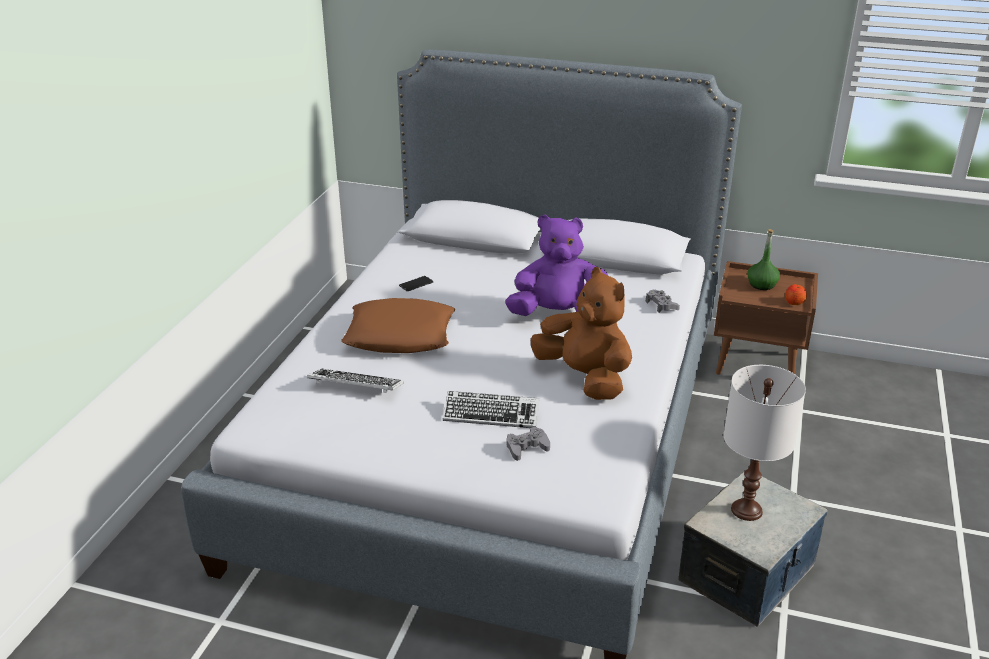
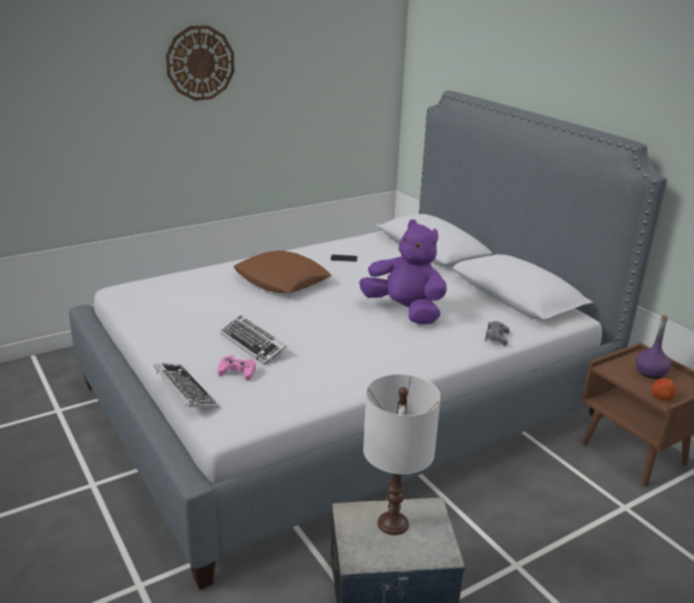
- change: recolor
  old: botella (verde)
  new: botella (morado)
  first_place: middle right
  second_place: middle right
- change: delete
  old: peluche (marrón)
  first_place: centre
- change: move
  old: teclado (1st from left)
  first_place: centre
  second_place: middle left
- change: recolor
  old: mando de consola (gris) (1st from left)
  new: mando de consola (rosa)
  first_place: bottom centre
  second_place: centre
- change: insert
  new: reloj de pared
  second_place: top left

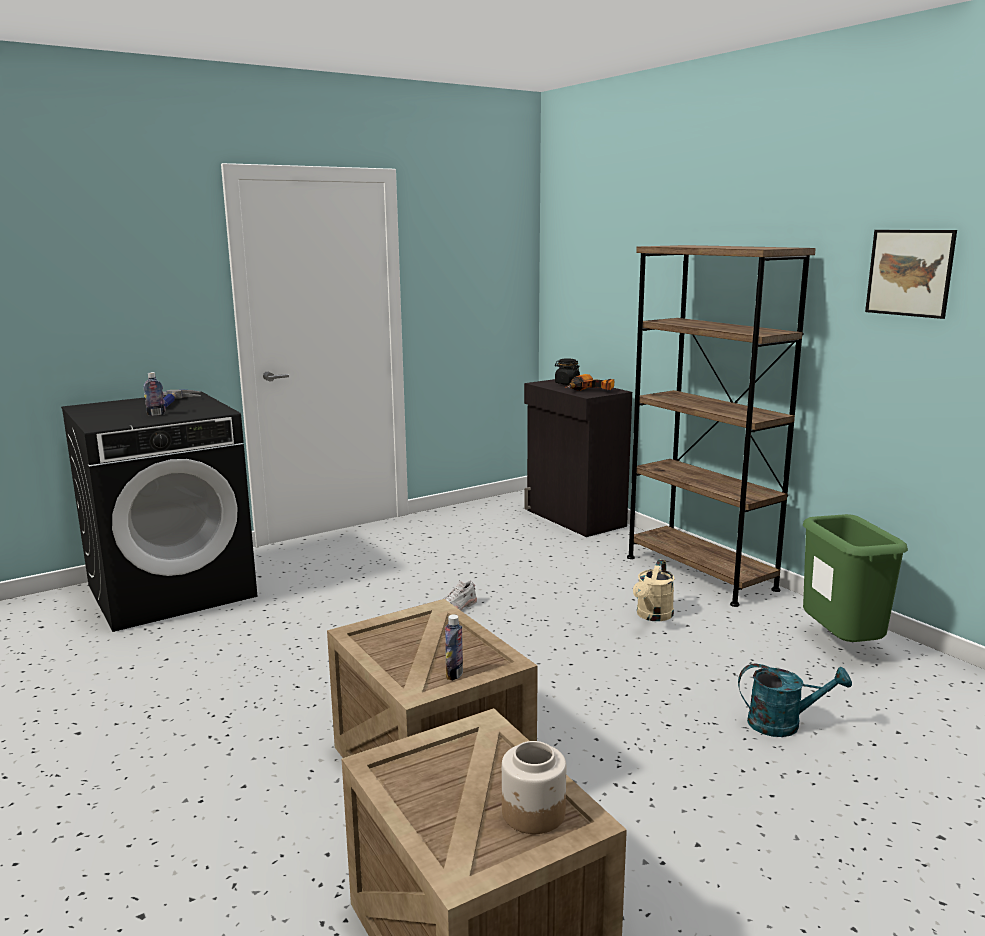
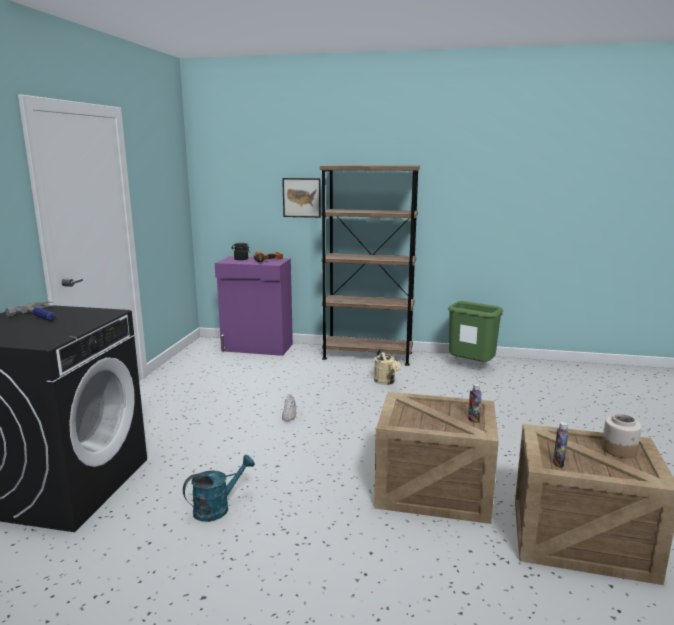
- change: move
  old: cuadro
  first_place: top right
  second_place: top centre
- change: move
  old: botella (1st from left in the first image)
  new: botella (2nd from left)
  first_place: middle left
  second_place: bottom right
- change: recolor
  old: armario (negro)
  new: armario (morado)
  first_place: centre
  second_place: centre
- change: move
  old: regadera (turquesa)
  first_place: bottom right
  second_place: bottom left

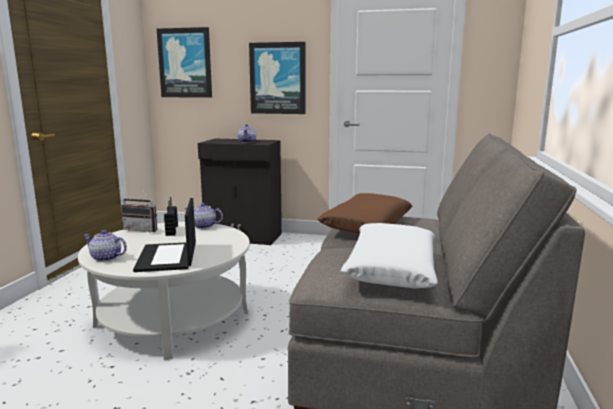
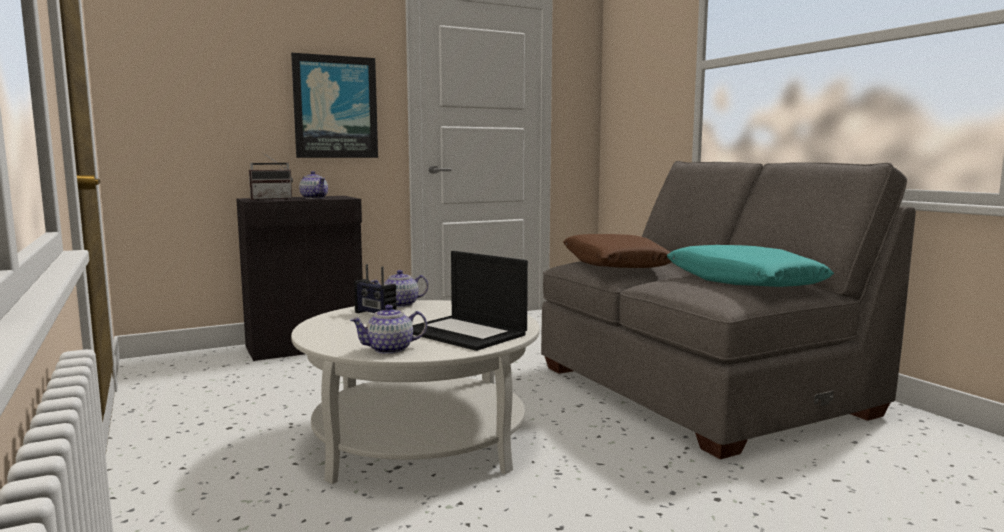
- change: delete
  old: cuadro (1st from left)
  first_place: top left
- change: move
  old: radio (1st from left)
  first_place: middle left
  second_place: top left
- change: recolor
  old: cojín (blanco)
  new: cojín (turquesa)
  first_place: centre
  second_place: middle right

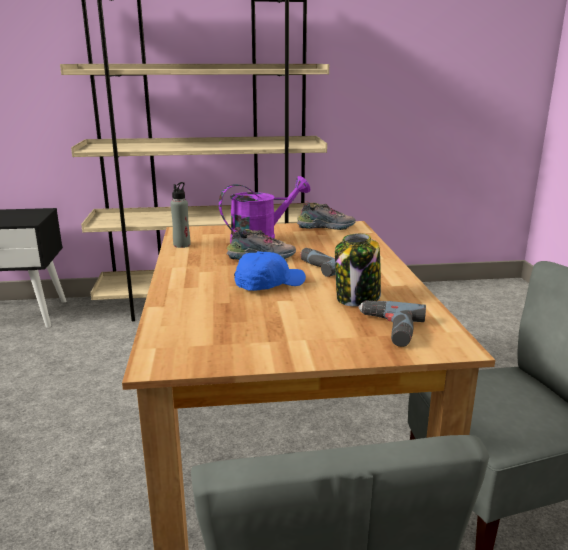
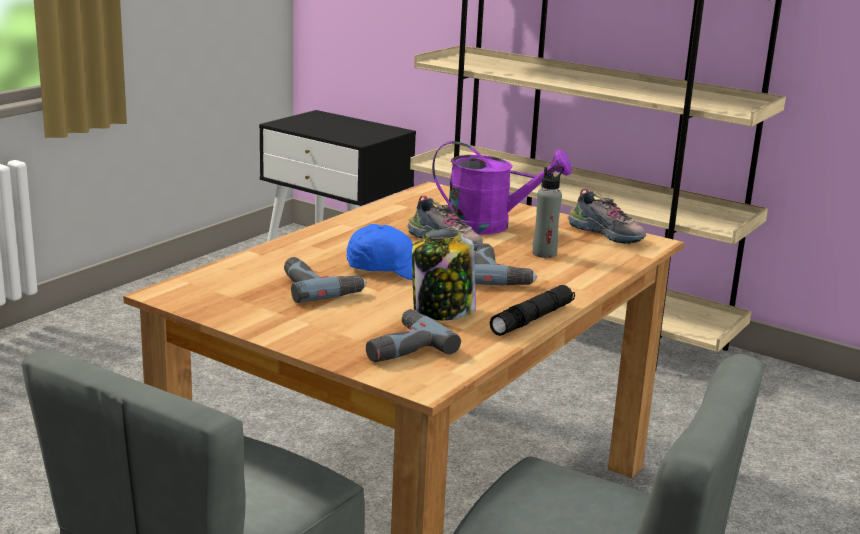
- change: move
  old: botella (gris)
  first_place: middle left
  second_place: centre
- change: insert
  new: taladro (1st from left)
  second_place: centre
- change: insert
  new: linterna (negro)
  second_place: centre

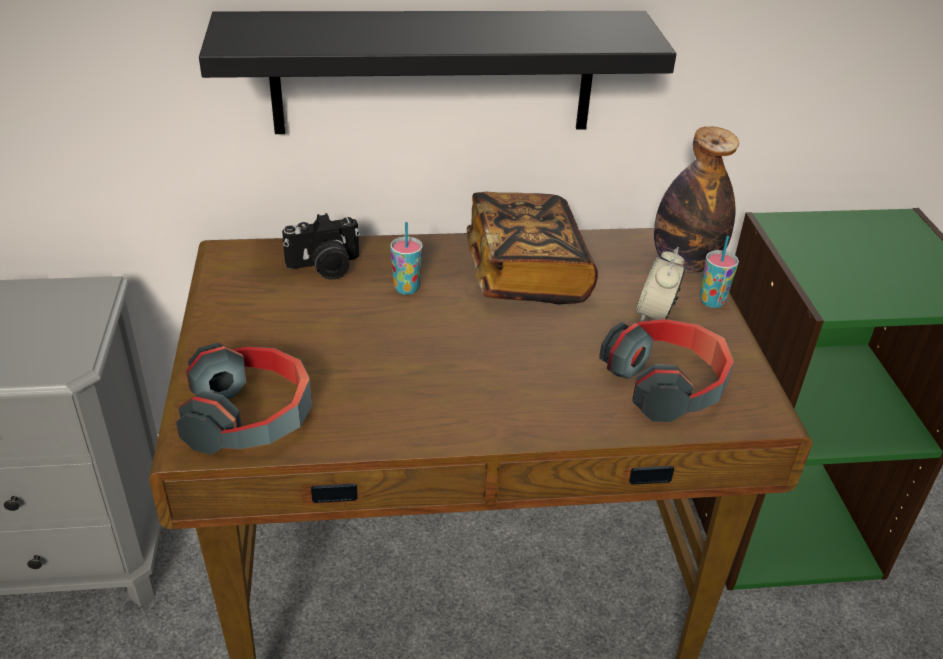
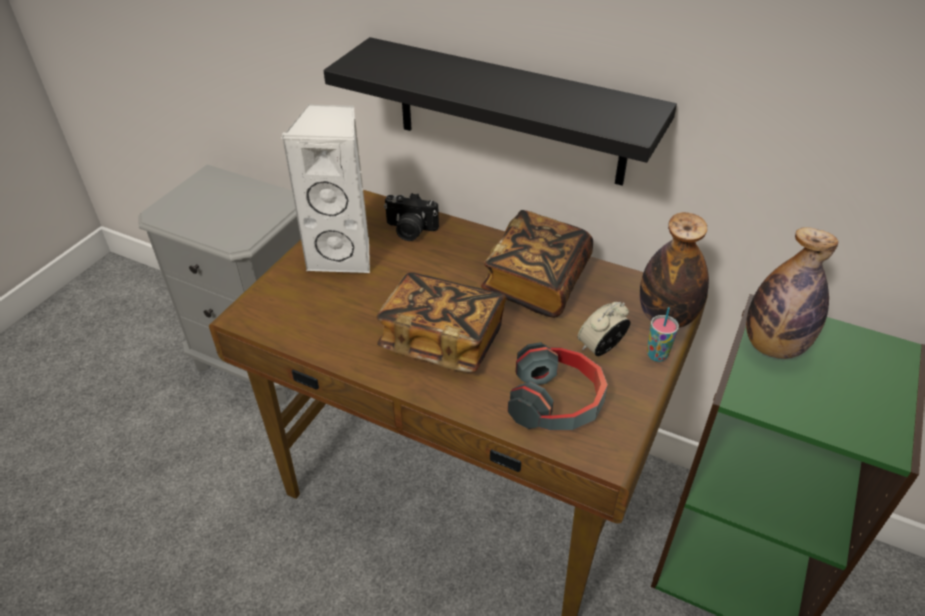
- change: delete
  old: taza (1st from left)
  first_place: centre
- change: delete
  old: auriculares (1st from left)
  first_place: middle left
- change: insert
  new: altavoz (blanco)
  second_place: top centre
- change: insert
  new: botella (2nd from left)
  second_place: middle right
- change: insert
  new: libro (1st from left)
  second_place: centre

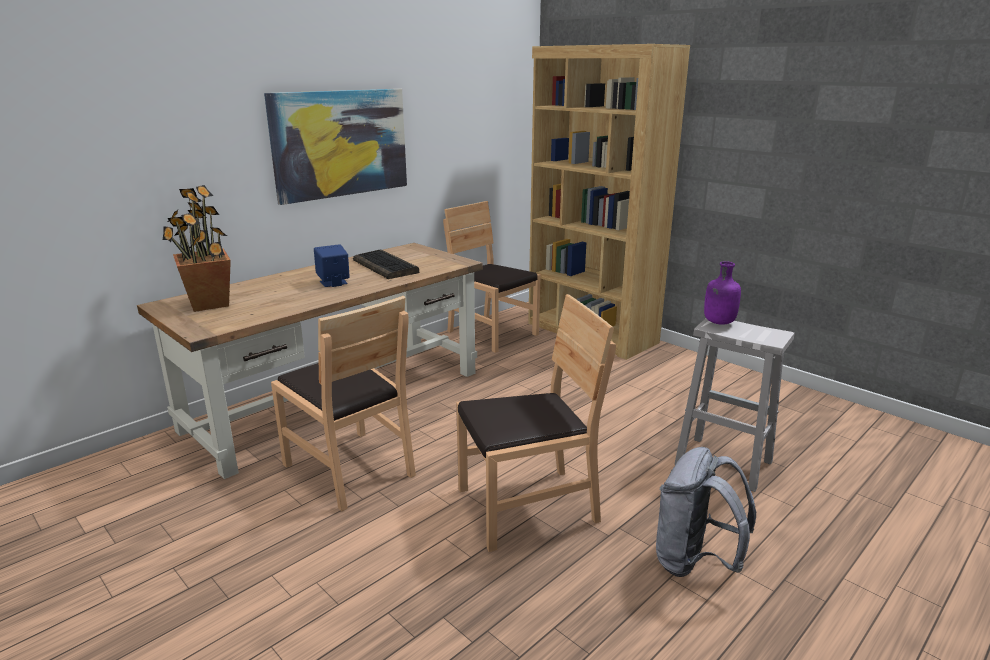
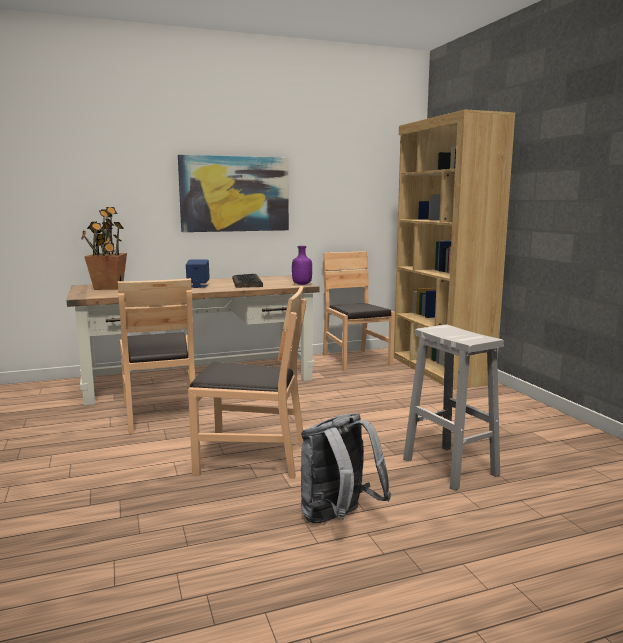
- change: move
  old: botella (morado)
  first_place: middle right
  second_place: centre

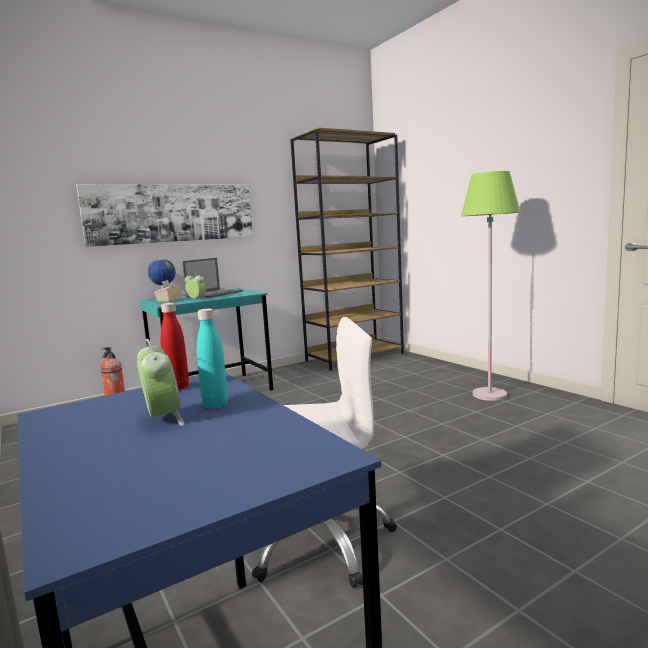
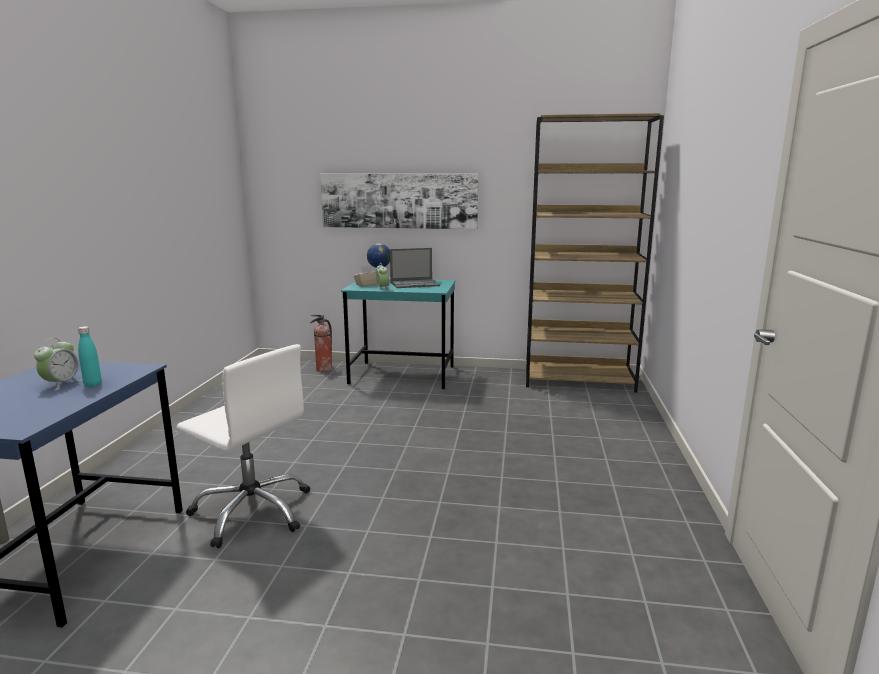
- change: delete
  old: lámpara de pie (verde)
  first_place: middle right
- change: delete
  old: botella (rojo)
  first_place: middle left

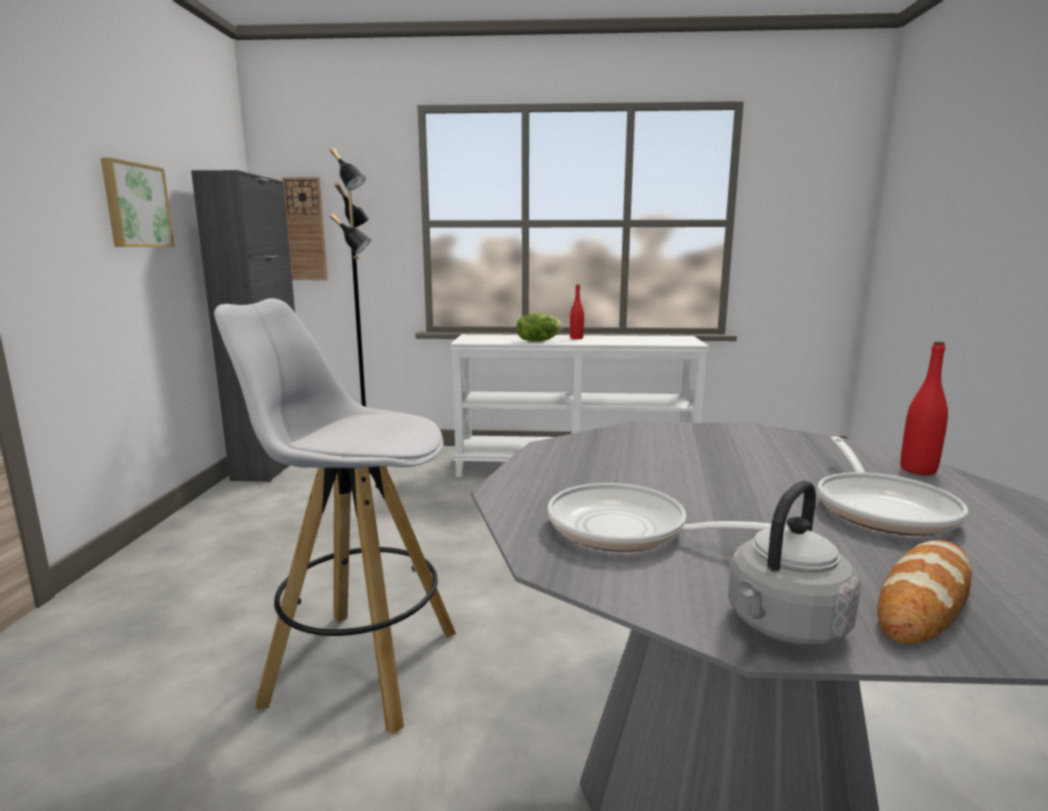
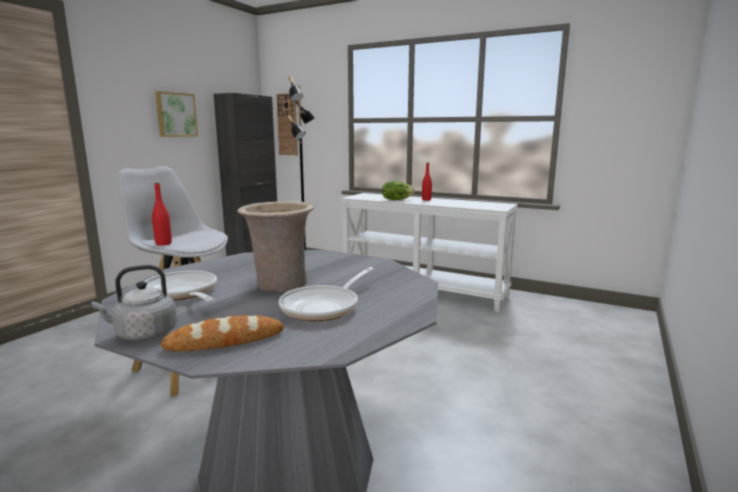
- change: move
  old: botella (rojo) (2nd from left in the first image)
  new: botella (rojo) (1st from left)
  first_place: middle right
  second_place: middle left
- change: insert
  new: florero (beis)
  second_place: centre

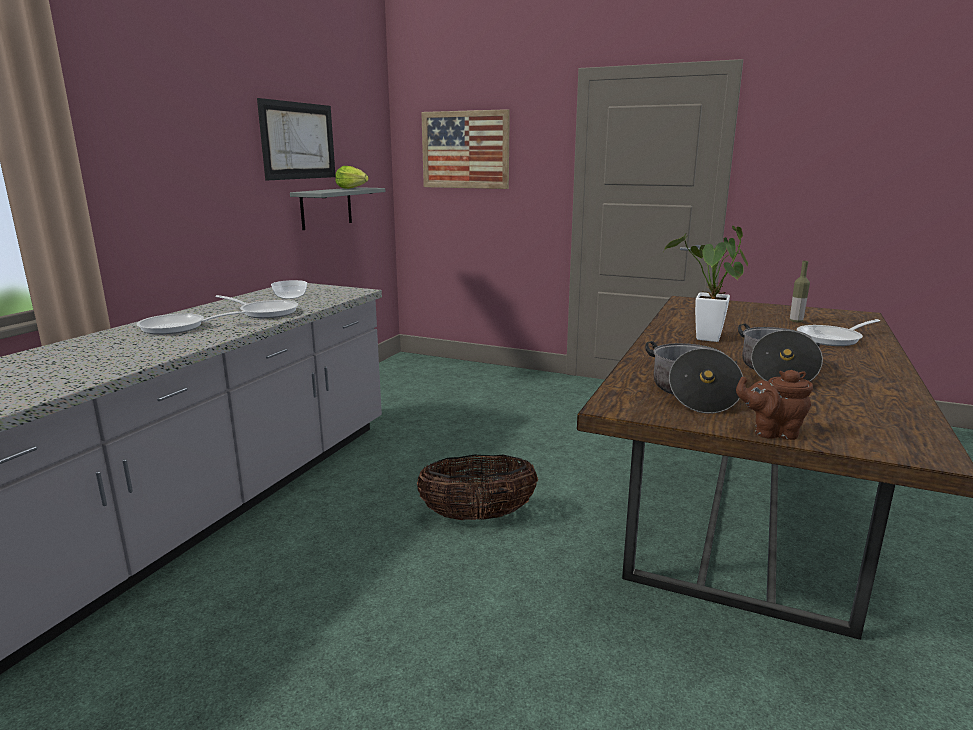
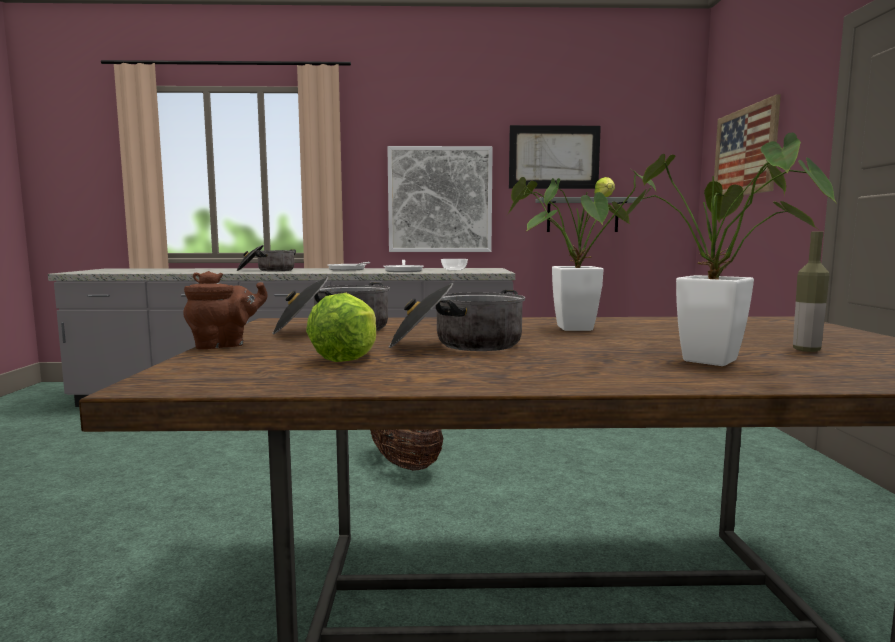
- change: replace
  old: sartén (3rd from left)
  new: planta en maceta (2nd from left)
  first_place: middle right
  second_place: middle right
- change: rotate
  old: tetera (marrón)
  first_place: middle right
  second_place: middle left
  degrees: 75
- change: insert
  new: cuadro (1st from left)
  second_place: top centre
- change: insert
  new: olla (1st from left)
  second_place: middle left
- change: insert
  new: lechuga (1st from left)
  second_place: centre

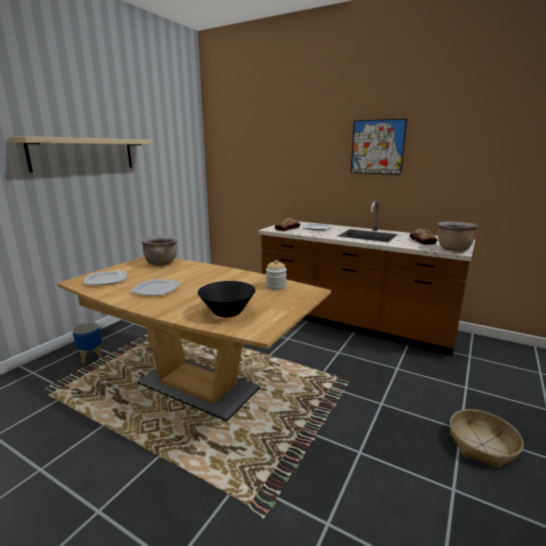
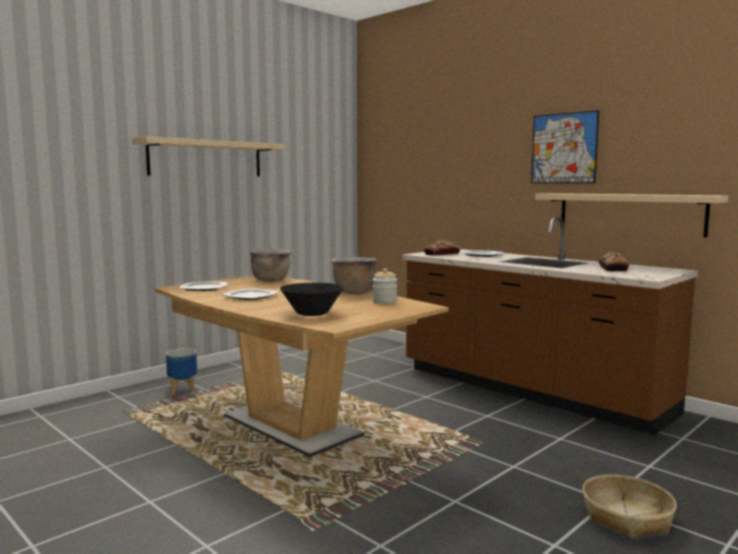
- change: move
  old: olla (marrón) (2nd from left)
  first_place: middle right
  second_place: centre
- change: insert
  new: estante (beis) (2nd from left)
  second_place: middle right

